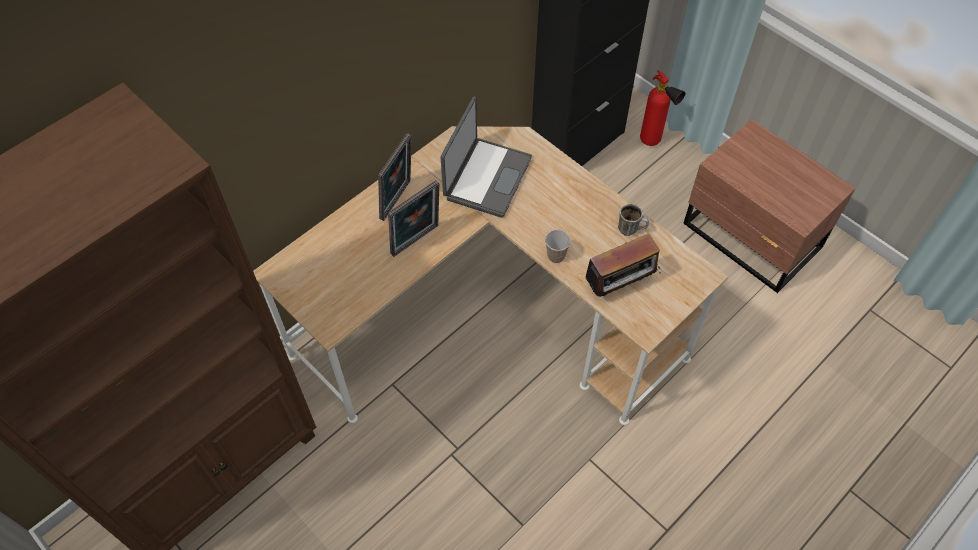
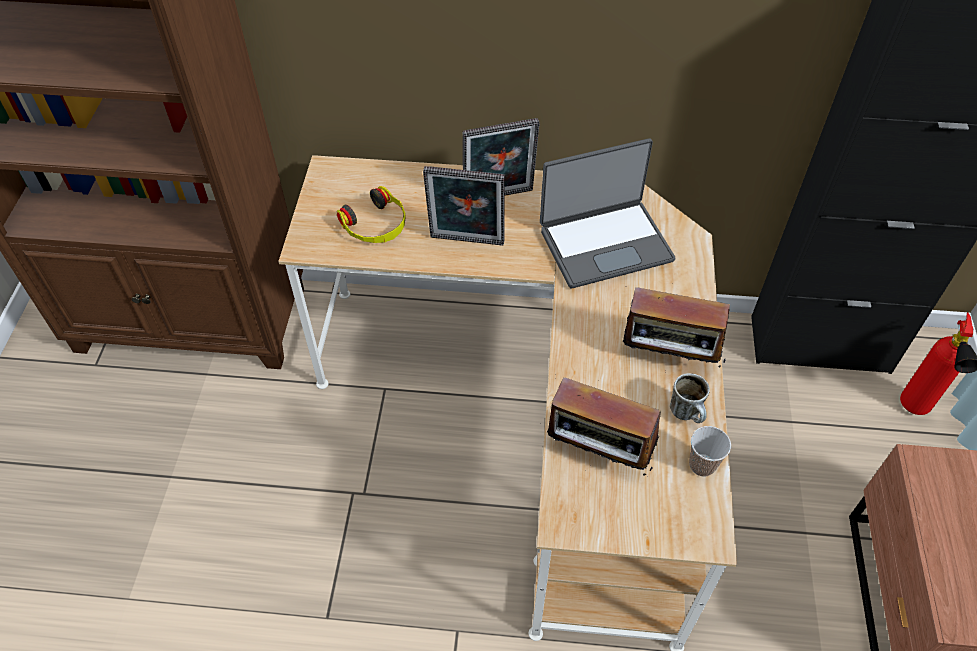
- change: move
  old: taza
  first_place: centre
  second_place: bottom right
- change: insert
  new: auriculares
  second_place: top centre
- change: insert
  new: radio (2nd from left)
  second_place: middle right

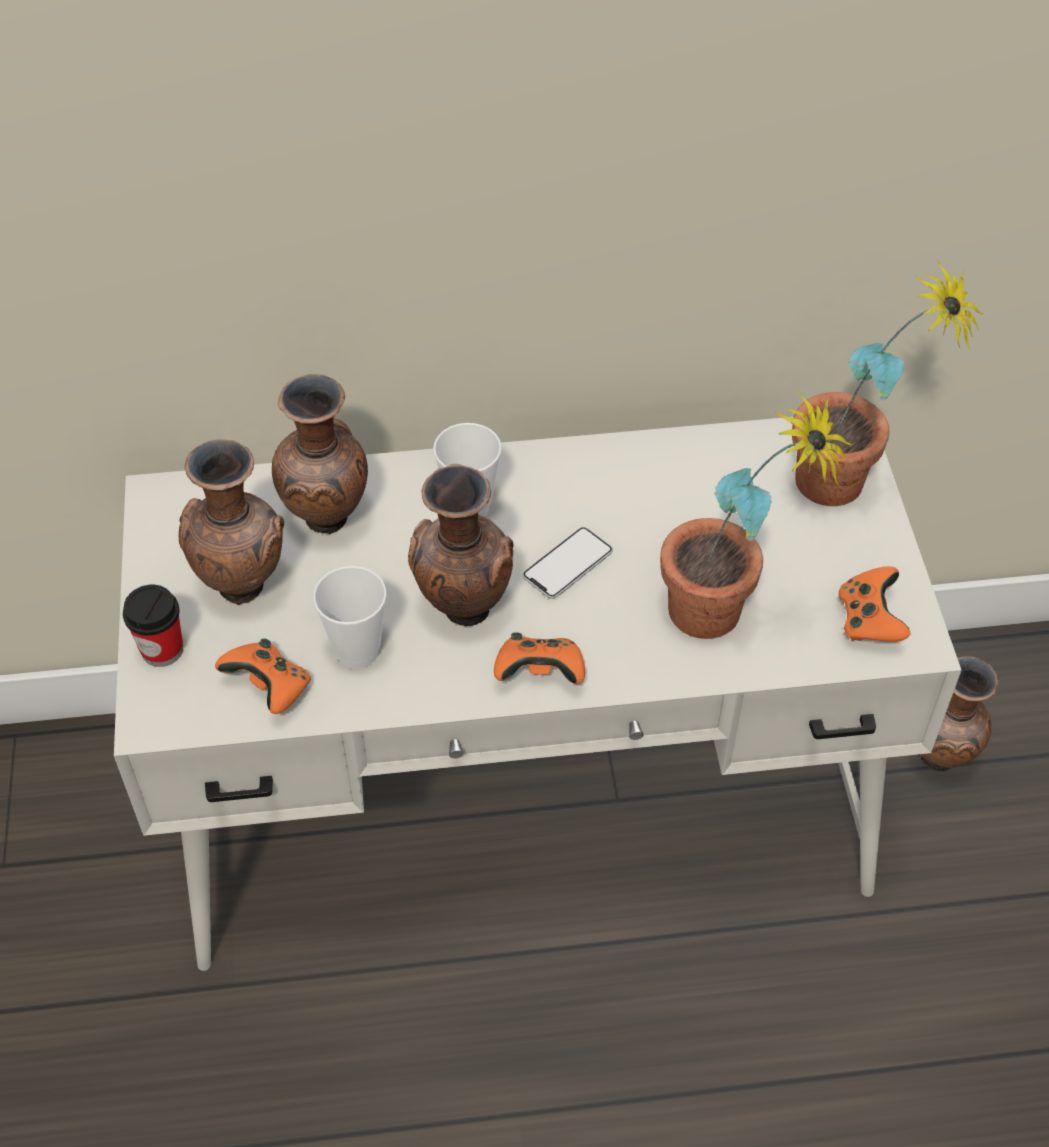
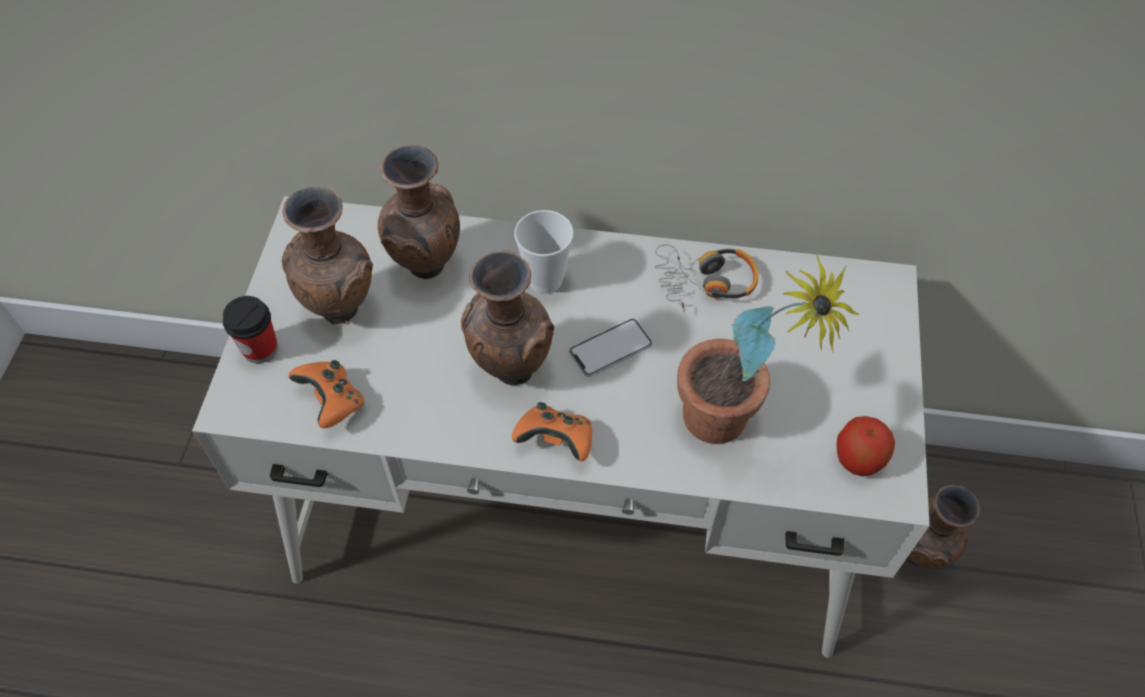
- change: delete
  old: planta en maceta (2nd from left)
  first_place: top right
- change: delete
  old: taza (2nd from left)
  first_place: centre
- change: replace
  old: mando de consola (naranja) (3rd from left)
  new: manzana
  first_place: middle right
  second_place: middle right
- change: insert
  new: auriculares
  second_place: centre

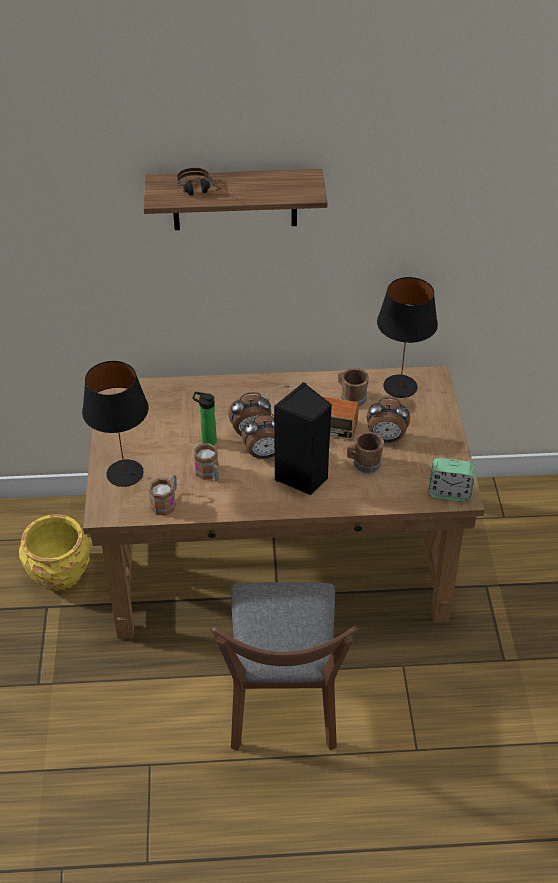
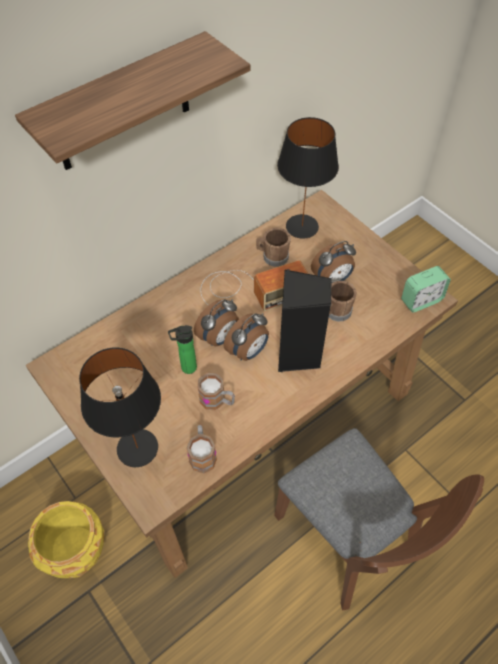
- change: delete
  old: auriculares
  first_place: top centre

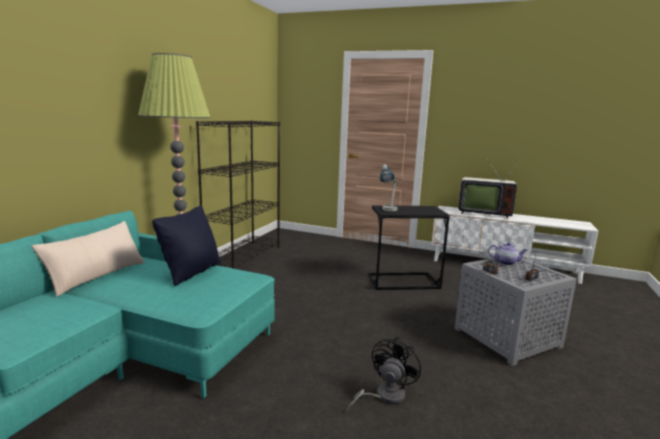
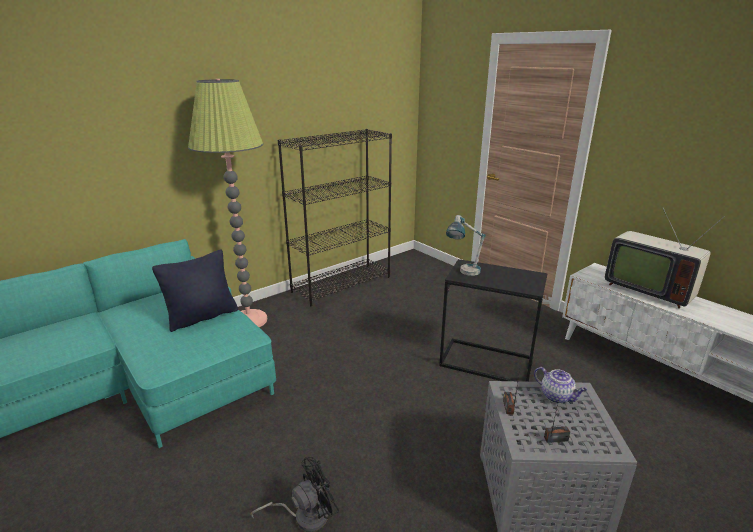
- change: delete
  old: cojín (beis)
  first_place: middle left

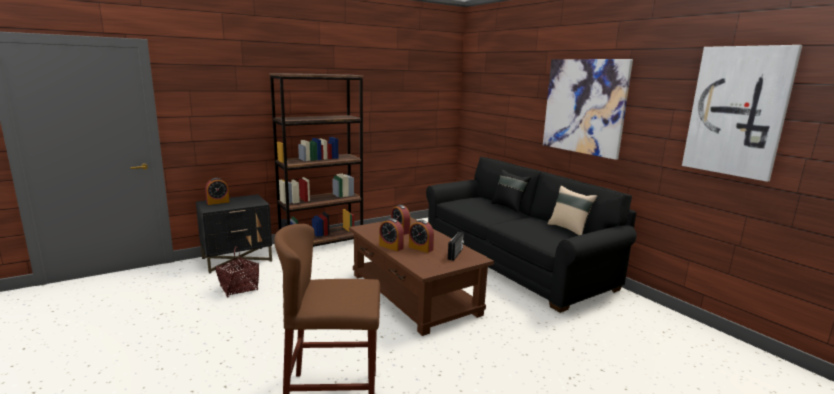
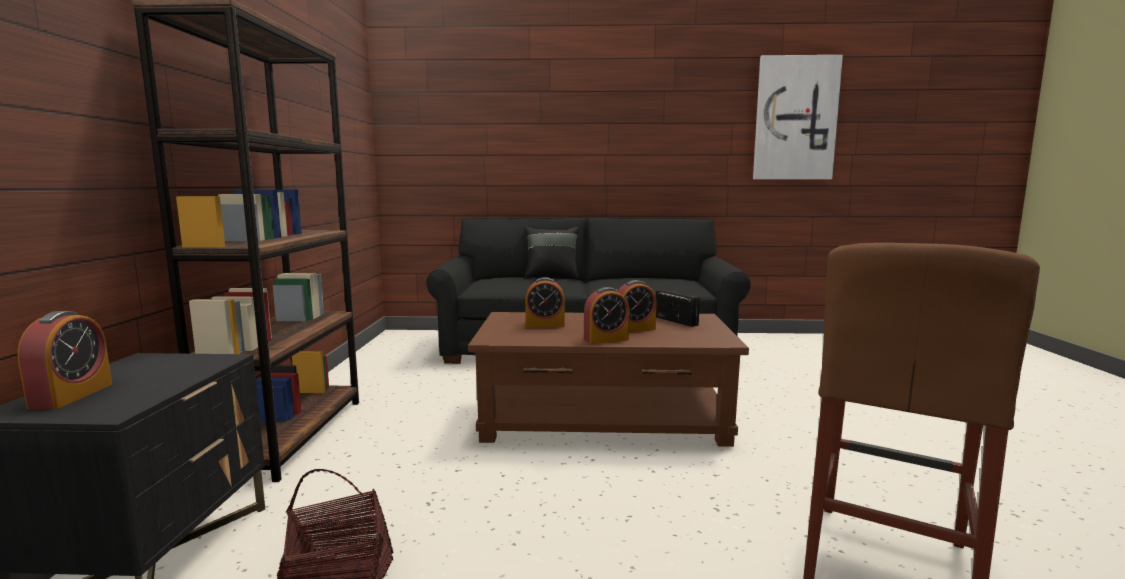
- change: delete
  old: cuadro (1st from left)
  first_place: top right
- change: delete
  old: cojín (beis)
  first_place: middle right

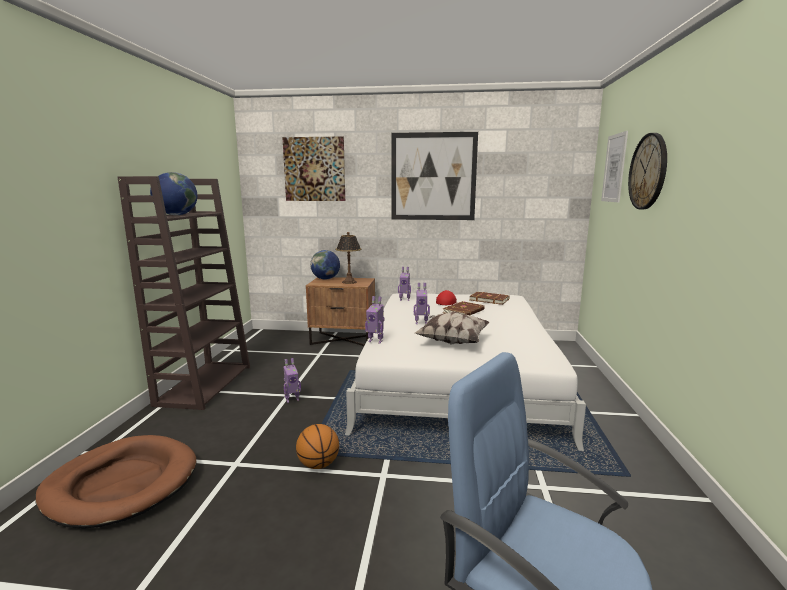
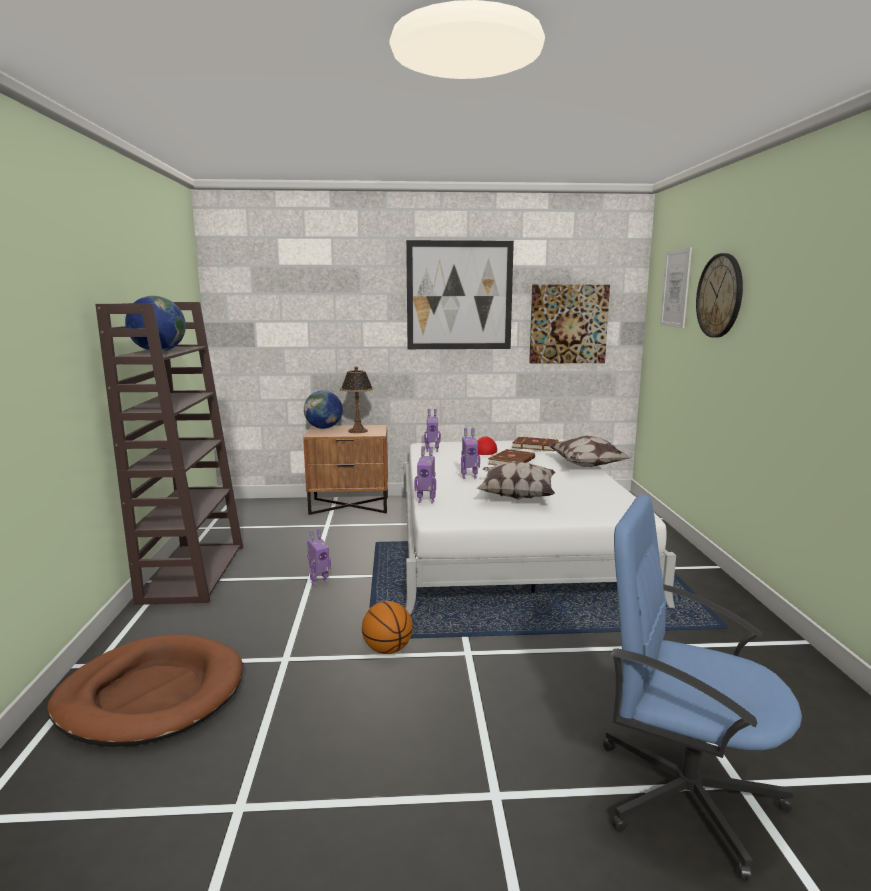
- change: move
  old: cuadro (1st from left in the first image)
  new: cuadro (2nd from left)
  first_place: top centre
  second_place: centre
- change: insert
  new: cojín (2nd from left)
  second_place: middle right

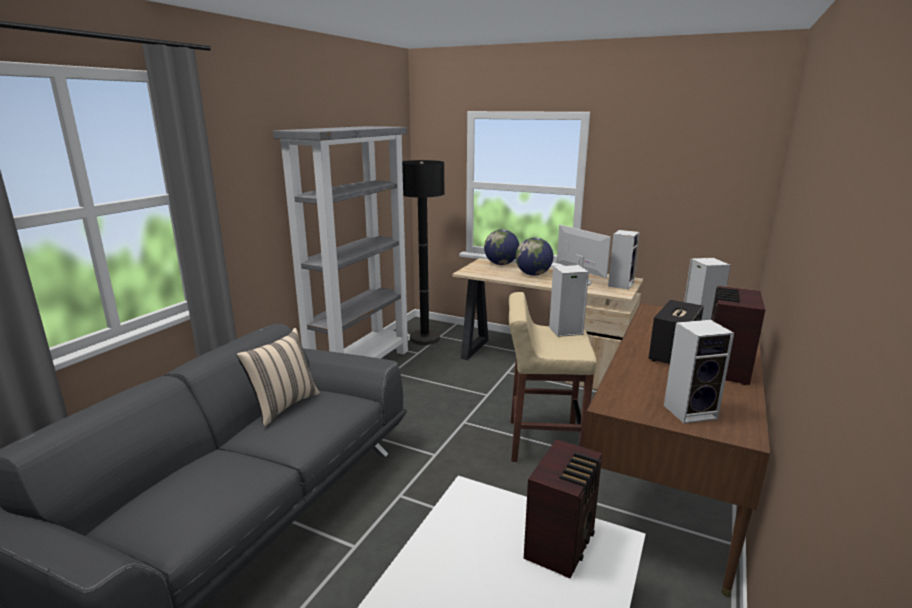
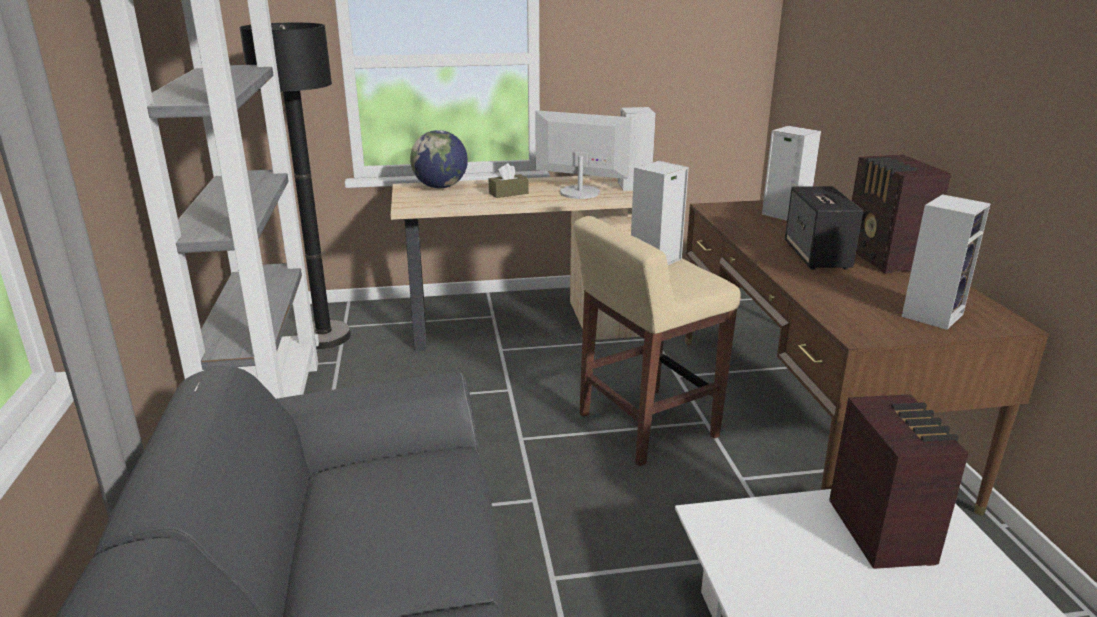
- change: replace
  old: globo terráqueo (2nd from left)
  new: caja de pañuelos (marrón)
  first_place: centre
  second_place: top centre
- change: delete
  old: cojín (beis)
  first_place: middle left

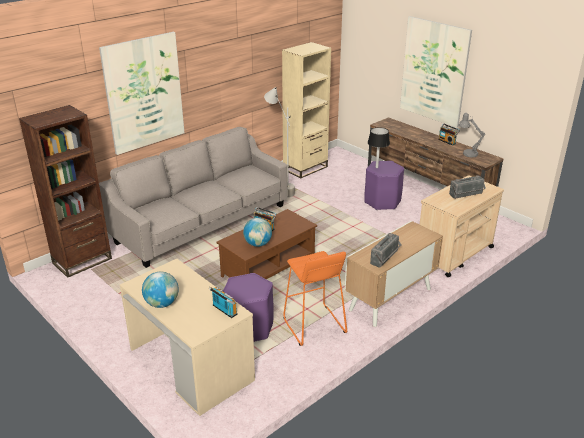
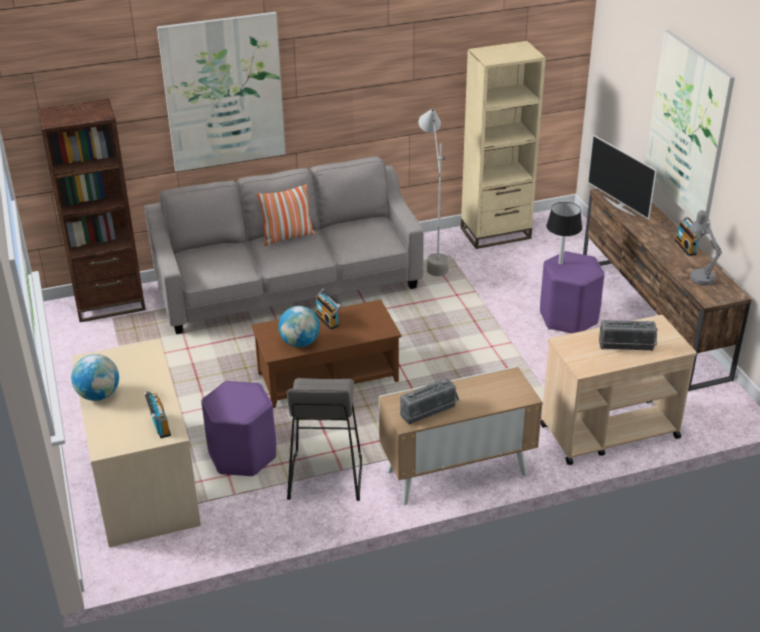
- change: recolor
  old: taburete (naranja)
  new: taburete (gris)
  first_place: bottom centre
  second_place: bottom centre
- change: insert
  new: televisor
  second_place: top right
- change: insert
  new: cojín
  second_place: centre

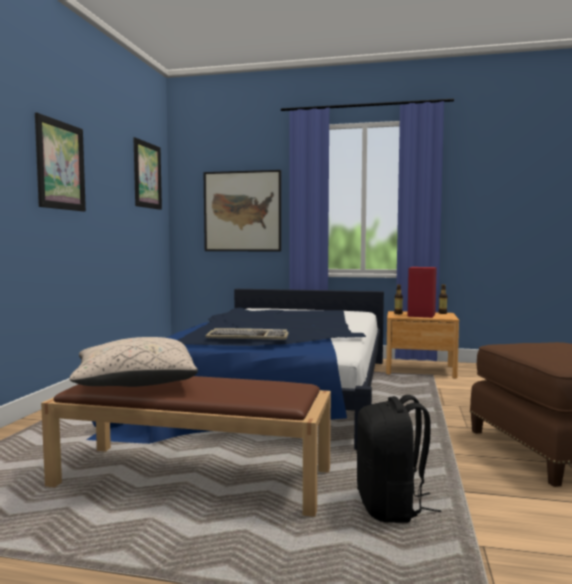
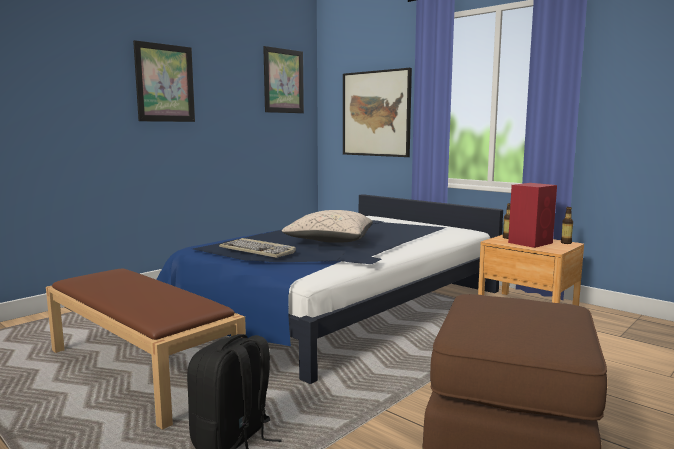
- change: move
  old: cojín (beis)
  first_place: middle left
  second_place: centre

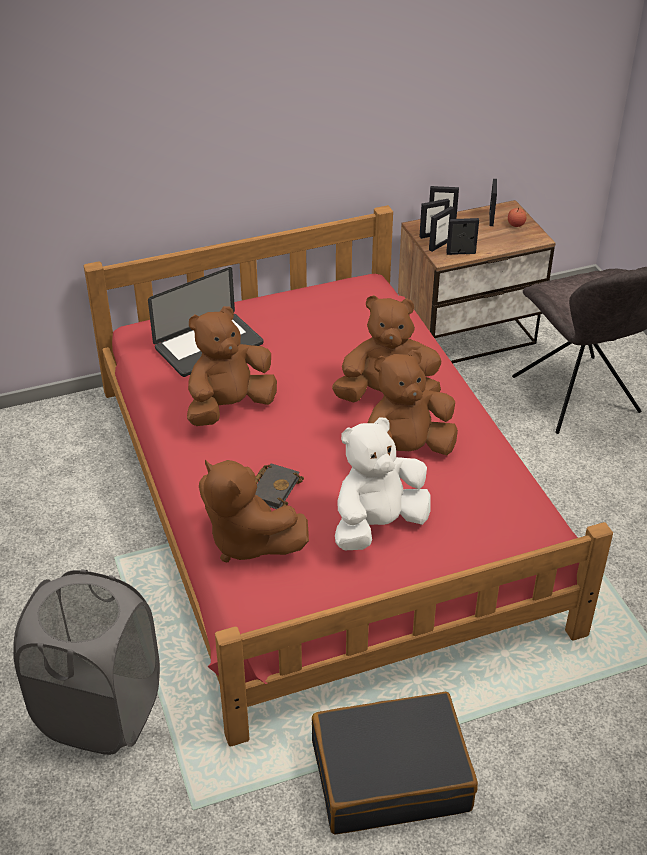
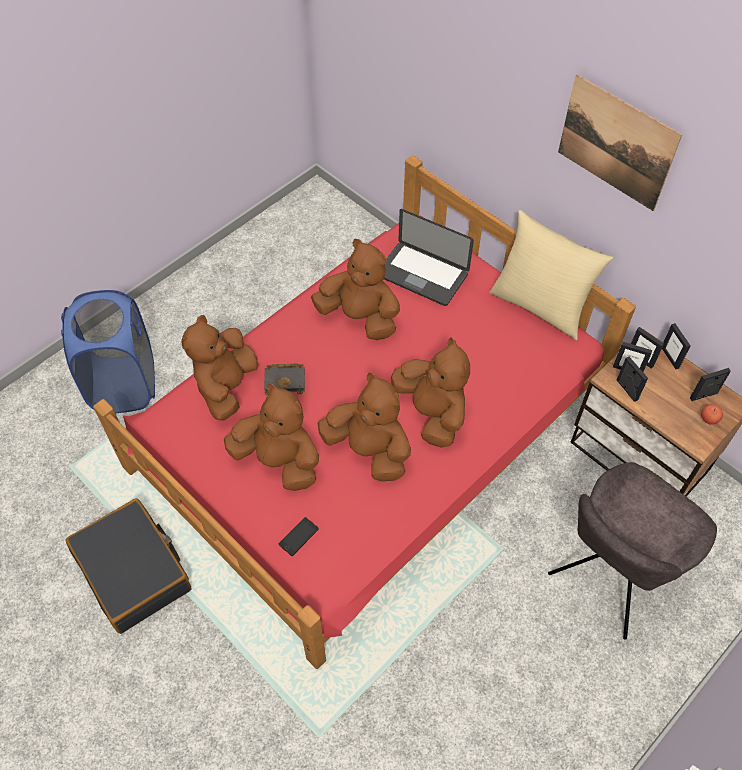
- change: recolor
  old: peluche (blanco)
  new: peluche (marrón) (2nd from left)
  first_place: centre
  second_place: centre
- change: recolor
  old: cesto de la ropa (gris)
  new: cesto de la ropa (azul)
  first_place: bottom left
  second_place: middle left
- change: insert
  new: cuadro
  second_place: top right
- change: insert
  new: cojín (beis)
  second_place: middle right
- change: insert
  new: móvil
  second_place: bottom centre

